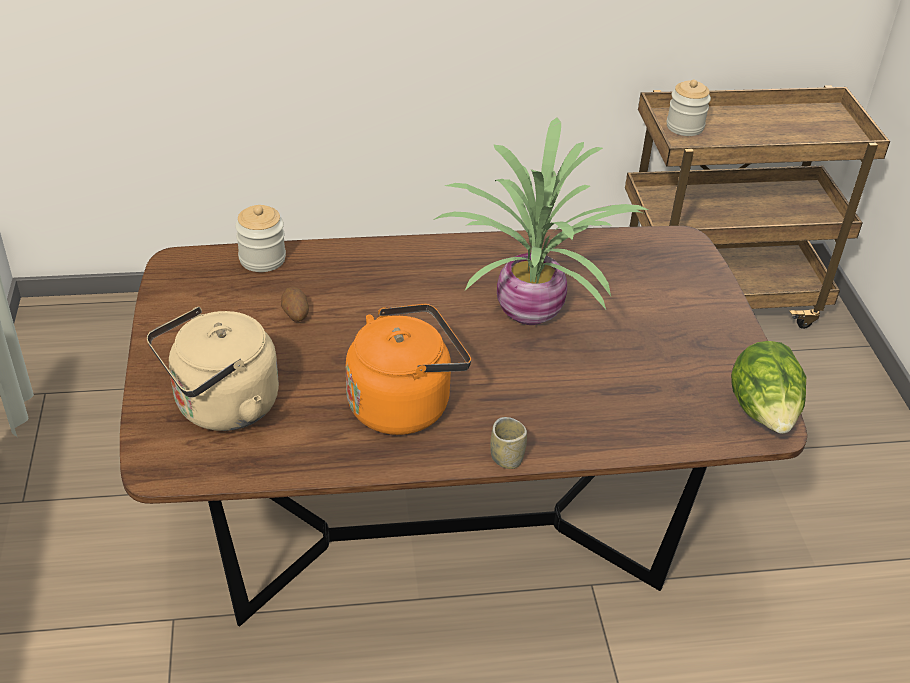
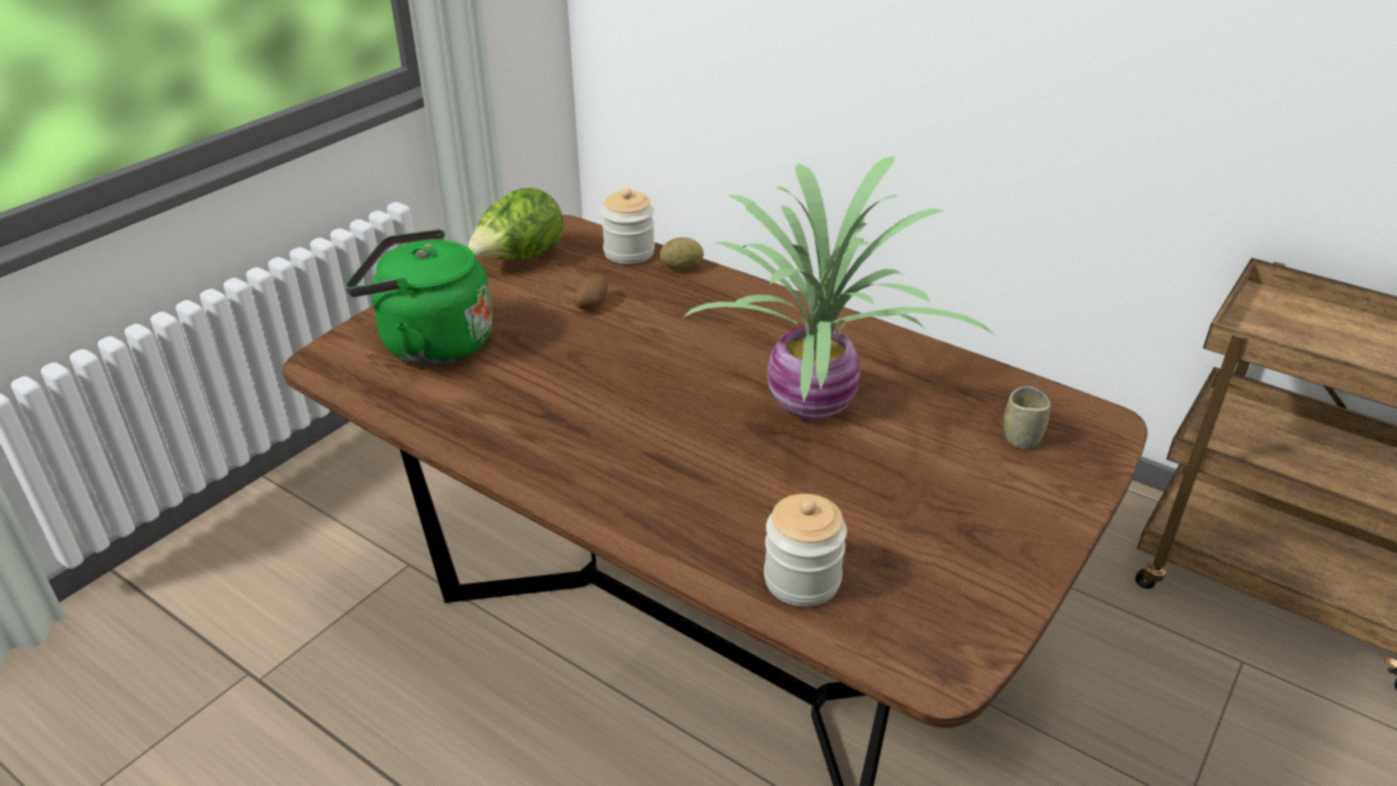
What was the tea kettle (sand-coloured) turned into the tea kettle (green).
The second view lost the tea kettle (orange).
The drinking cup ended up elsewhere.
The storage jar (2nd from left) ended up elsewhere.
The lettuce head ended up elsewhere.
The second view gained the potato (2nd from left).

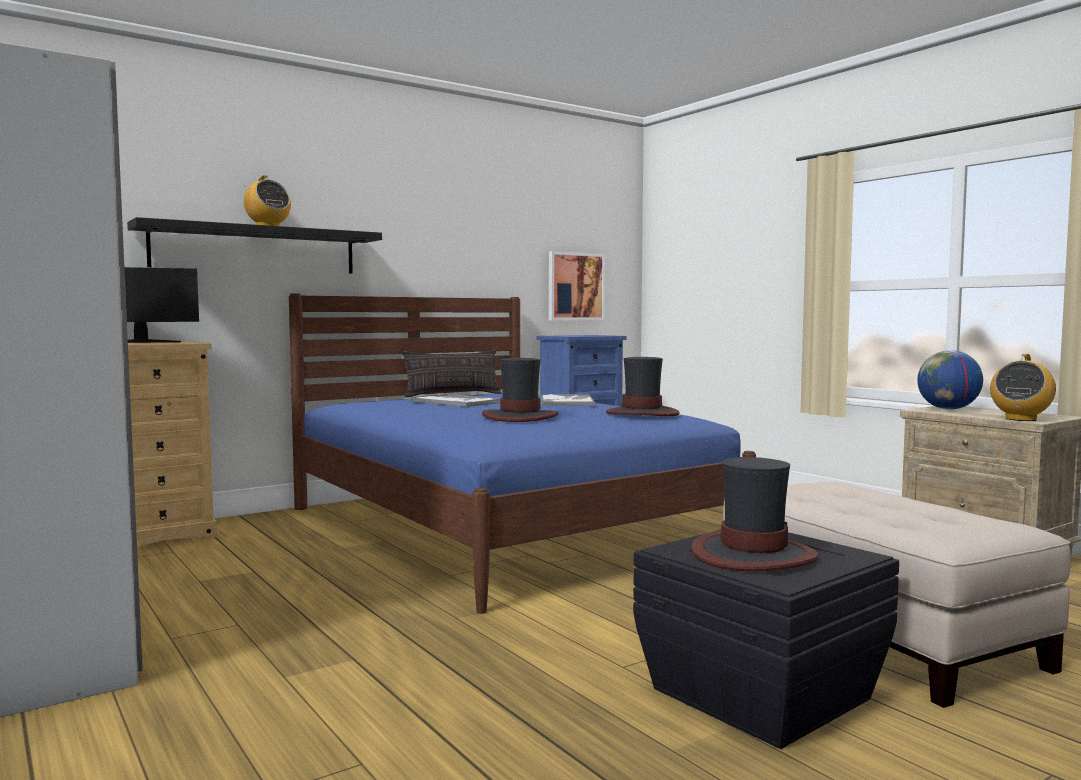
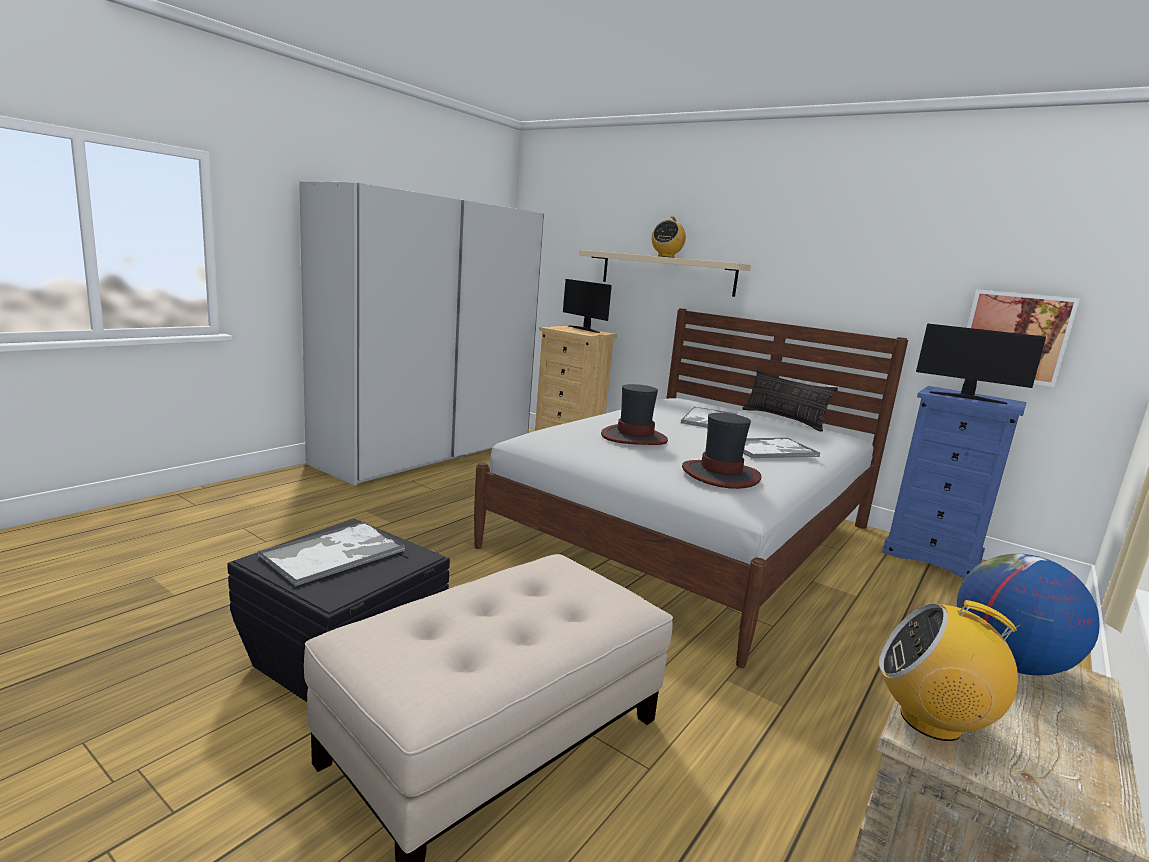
What was the bracket shelf (blackish) turned into the bracket shelf (sand-coloured).
What was the sleeping bed (blue) turned into the sleeping bed (whitish).
Where the wearable hat (3rd from left) stood, the tray (1st from left) came to stand.
The second view gained the monitor (2nd from left).

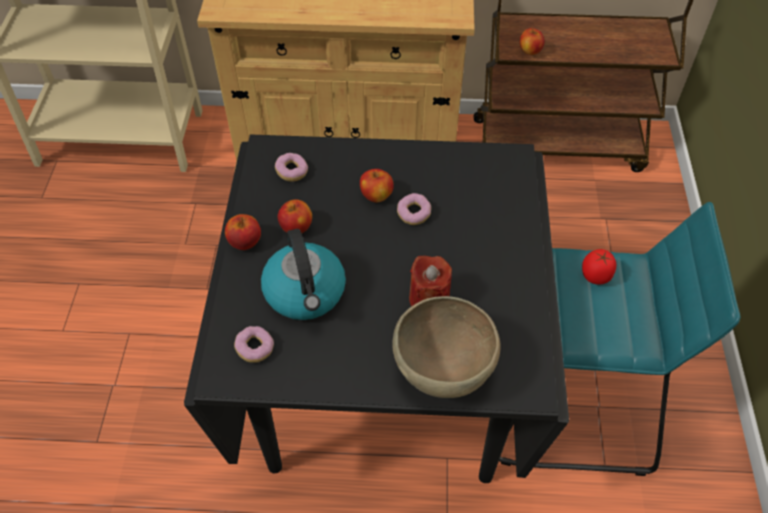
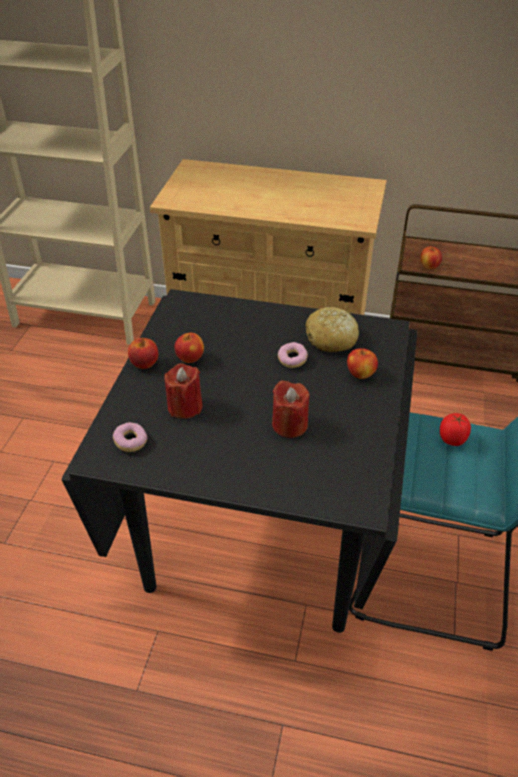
Where the tea kettle stood, the wax candle (red) (1st from left) came to stand.
The second view lost the donut (2nd from left).
The apple fruit (3rd from left) ended up elsewhere.
The second view lost the bowl (brownish).
The second view gained the bakery bread.

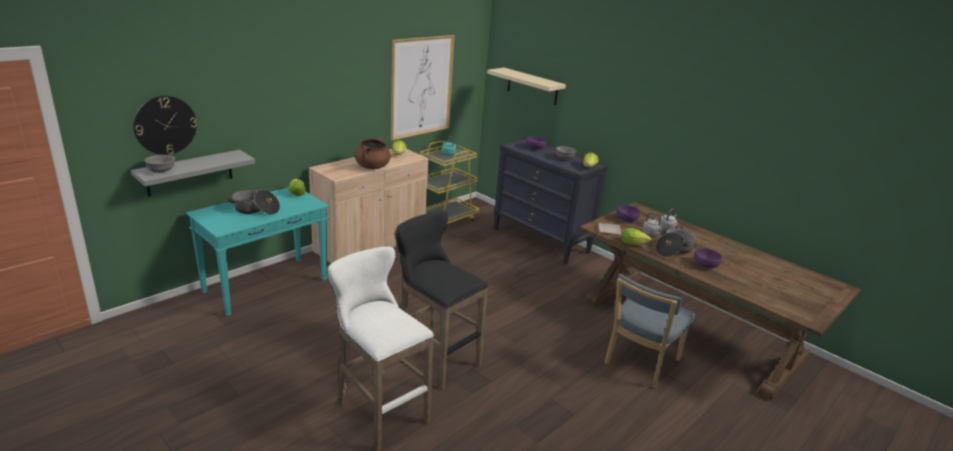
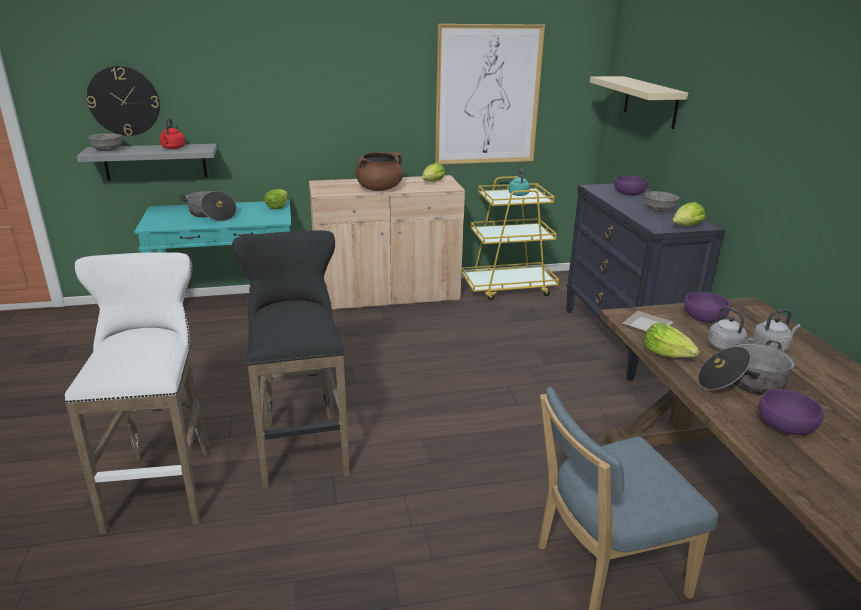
The second view gained the tea kettle (red).

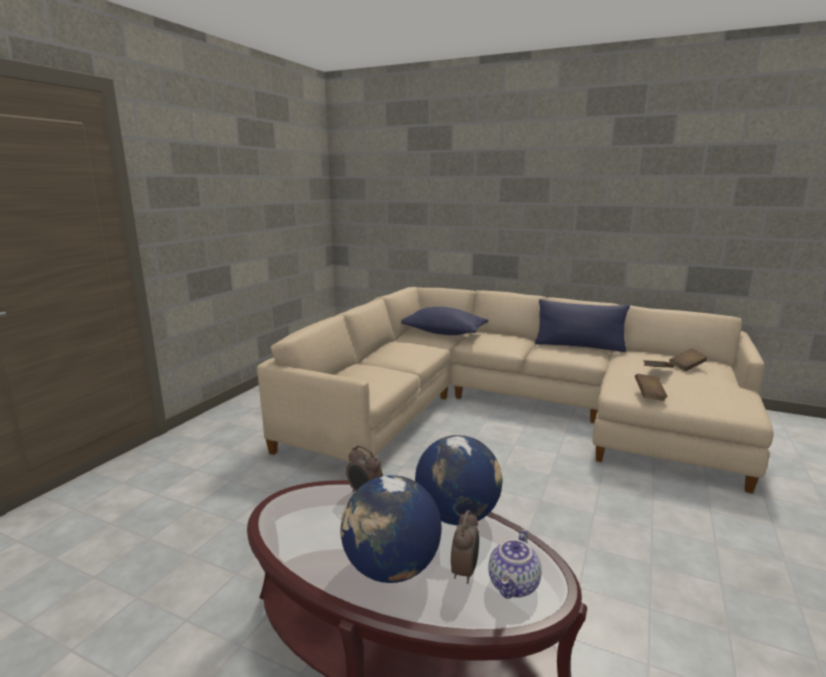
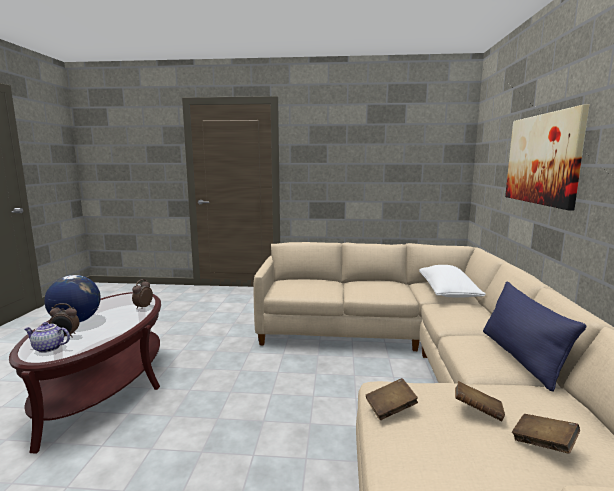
What was the pillow (blue) (1st from left) turned into the pillow (whitish).
The second view lost the globe (2nd from left).
The second view gained the picture.

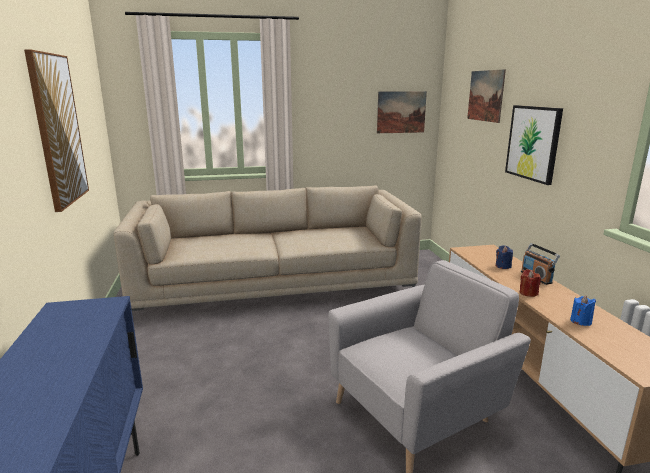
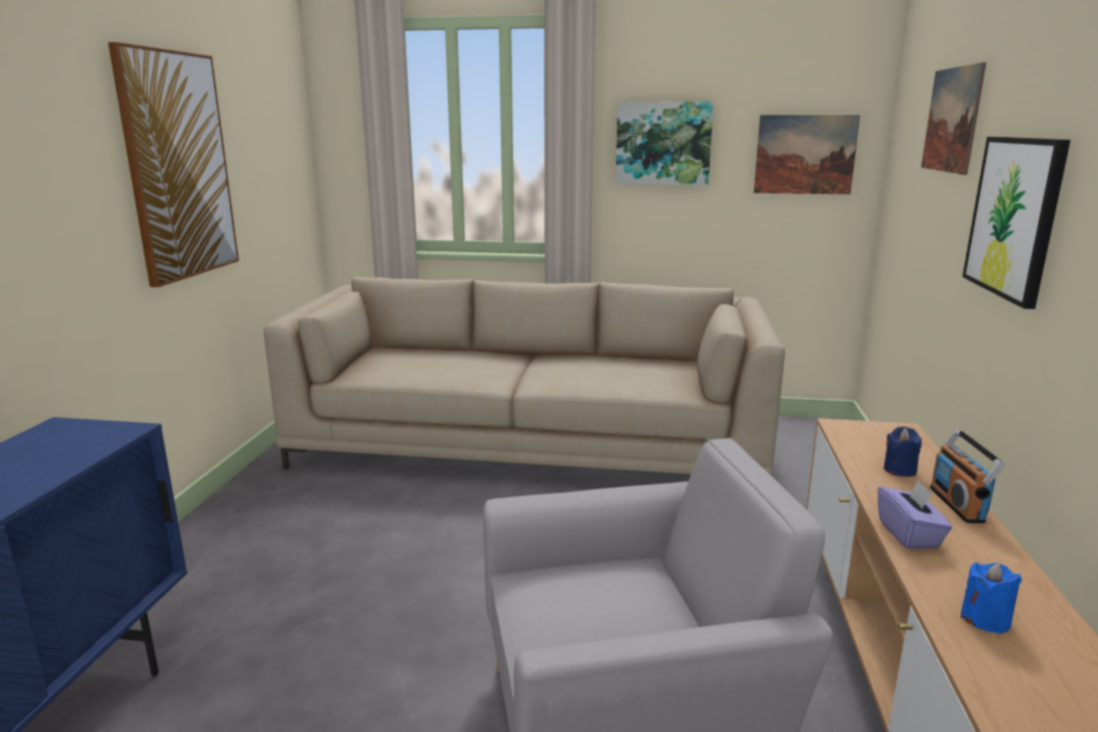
Where the wax candle (red) stood, the tissue box (purple) came to stand.
The second view gained the picture (2nd from left).

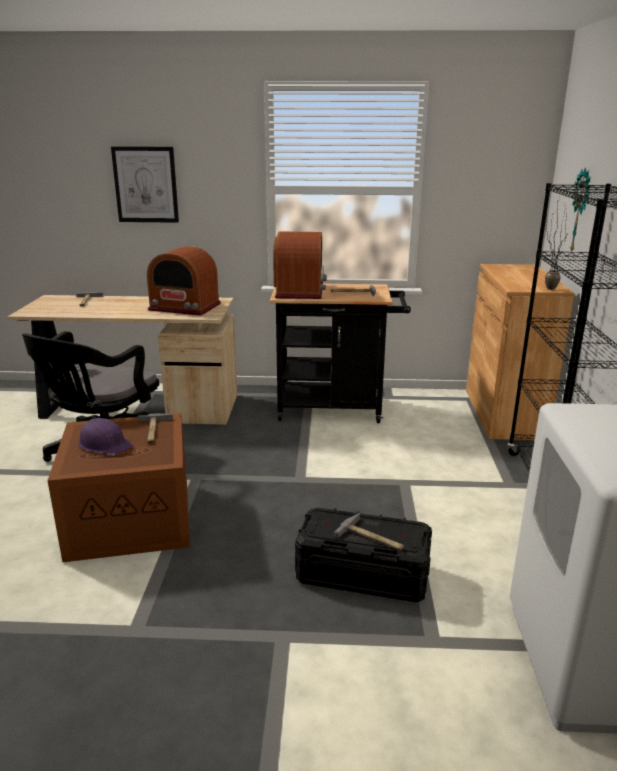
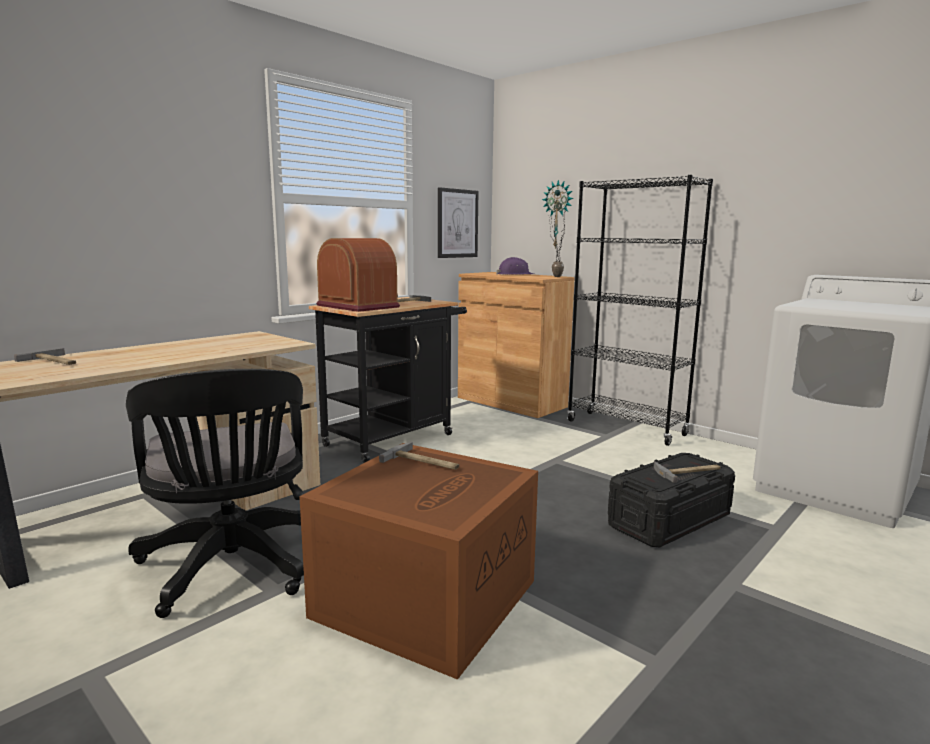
The work helmet (purple) ended up elsewhere.
The picture ended up elsewhere.
The second view lost the radio receiver (1st from left).

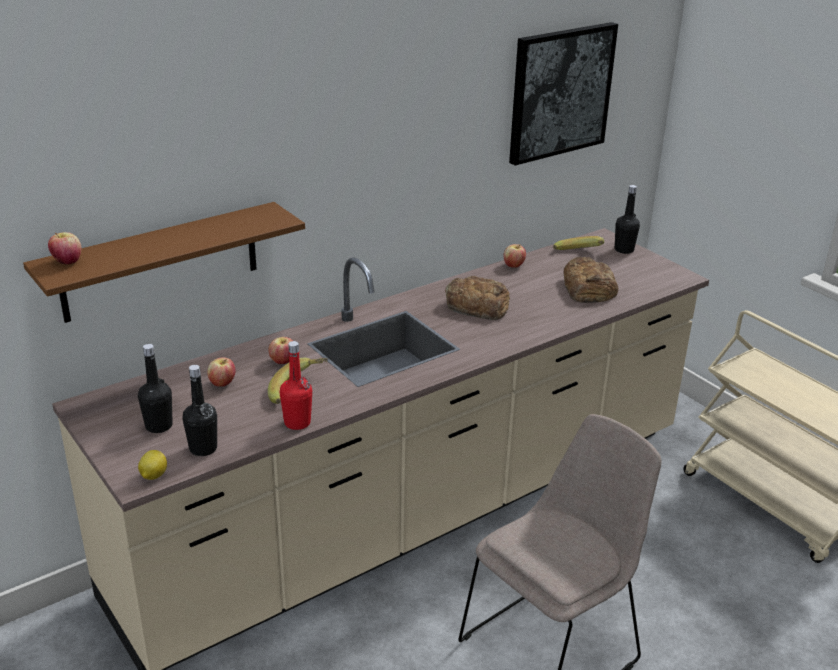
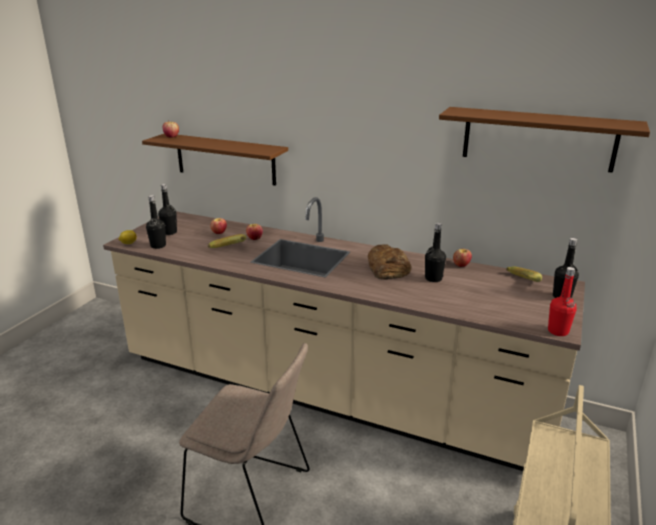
The beverage bottle (red) ended up elsewhere.
Where the picture hung, the bracket shelf (brownish) (2nd from left) came to hang.
The second view lost the bakery bread (2nd from left).
The second view gained the beverage bottle (blackish) (3rd from left).

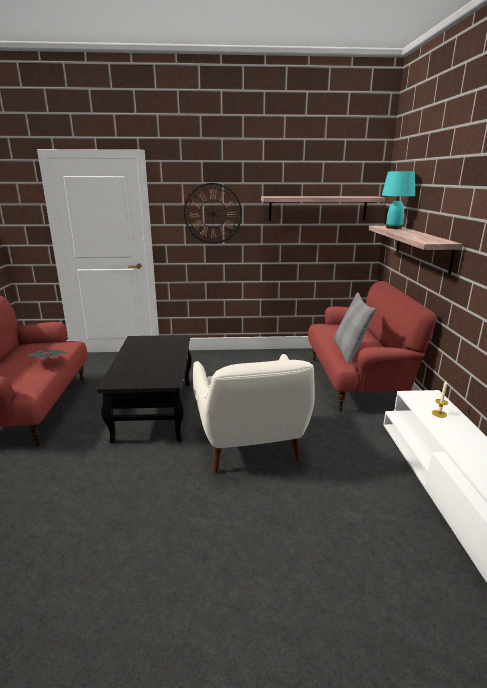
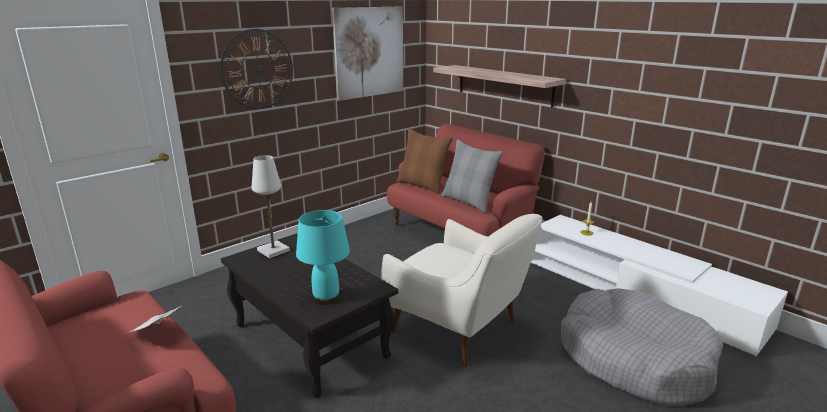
Where the bracket shelf (1st from left) hung, the picture came to hang.
The tabletop lamp (turquoise-coloured) ended up elsewhere.
The second view gained the tabletop lamp (whitish).
The second view gained the pillow (brownish).
The second view gained the dog bed (gray).

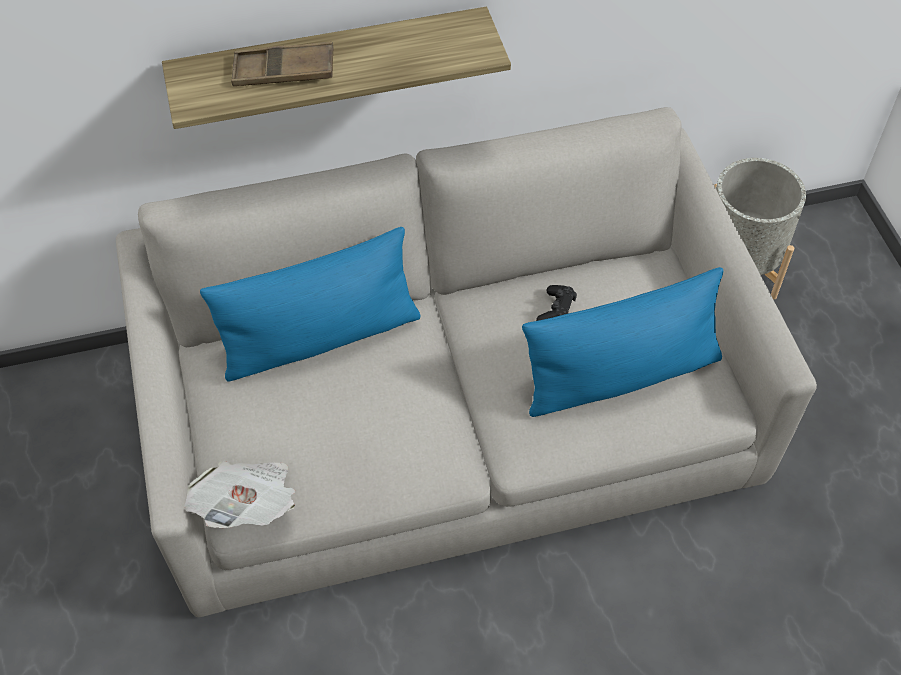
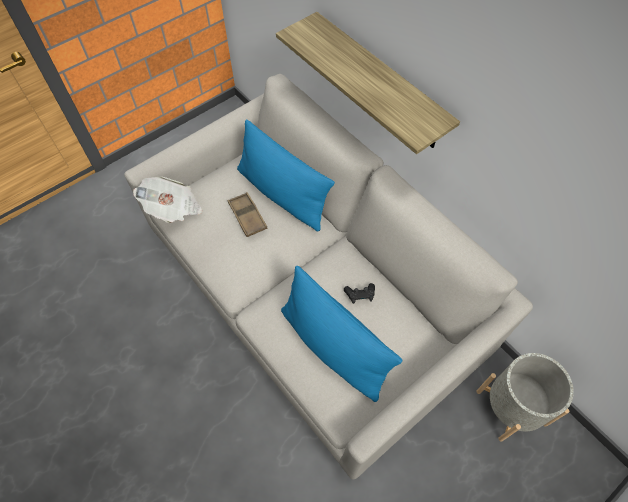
The tray (brownish) ended up elsewhere.

